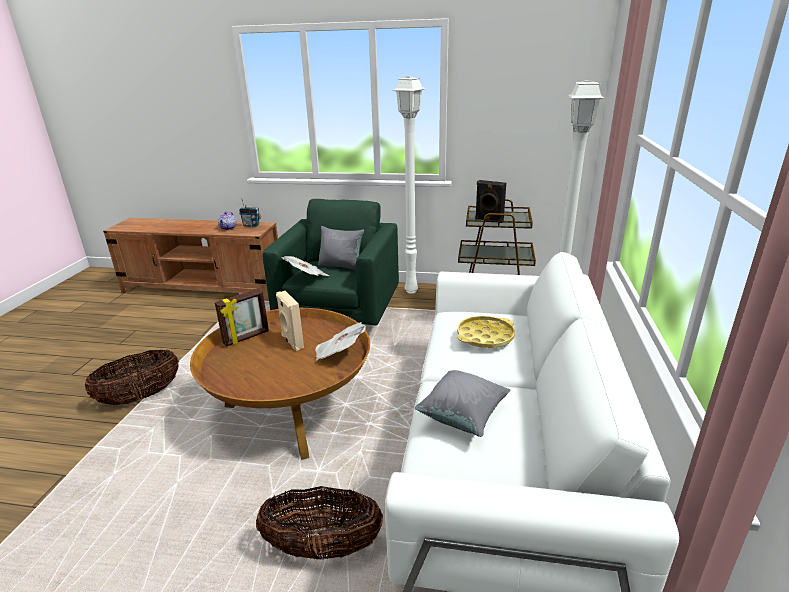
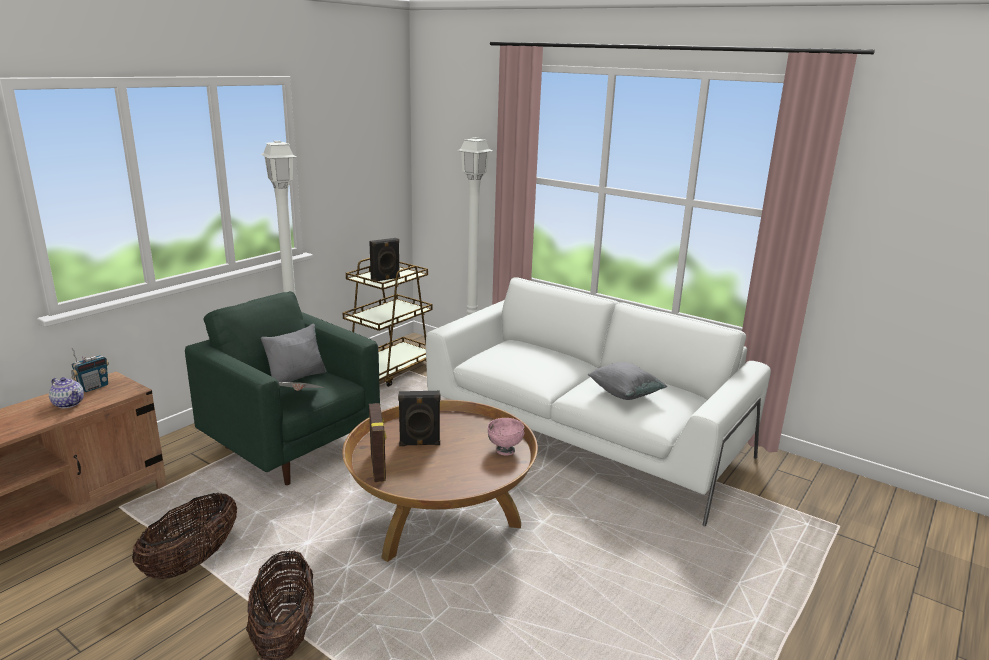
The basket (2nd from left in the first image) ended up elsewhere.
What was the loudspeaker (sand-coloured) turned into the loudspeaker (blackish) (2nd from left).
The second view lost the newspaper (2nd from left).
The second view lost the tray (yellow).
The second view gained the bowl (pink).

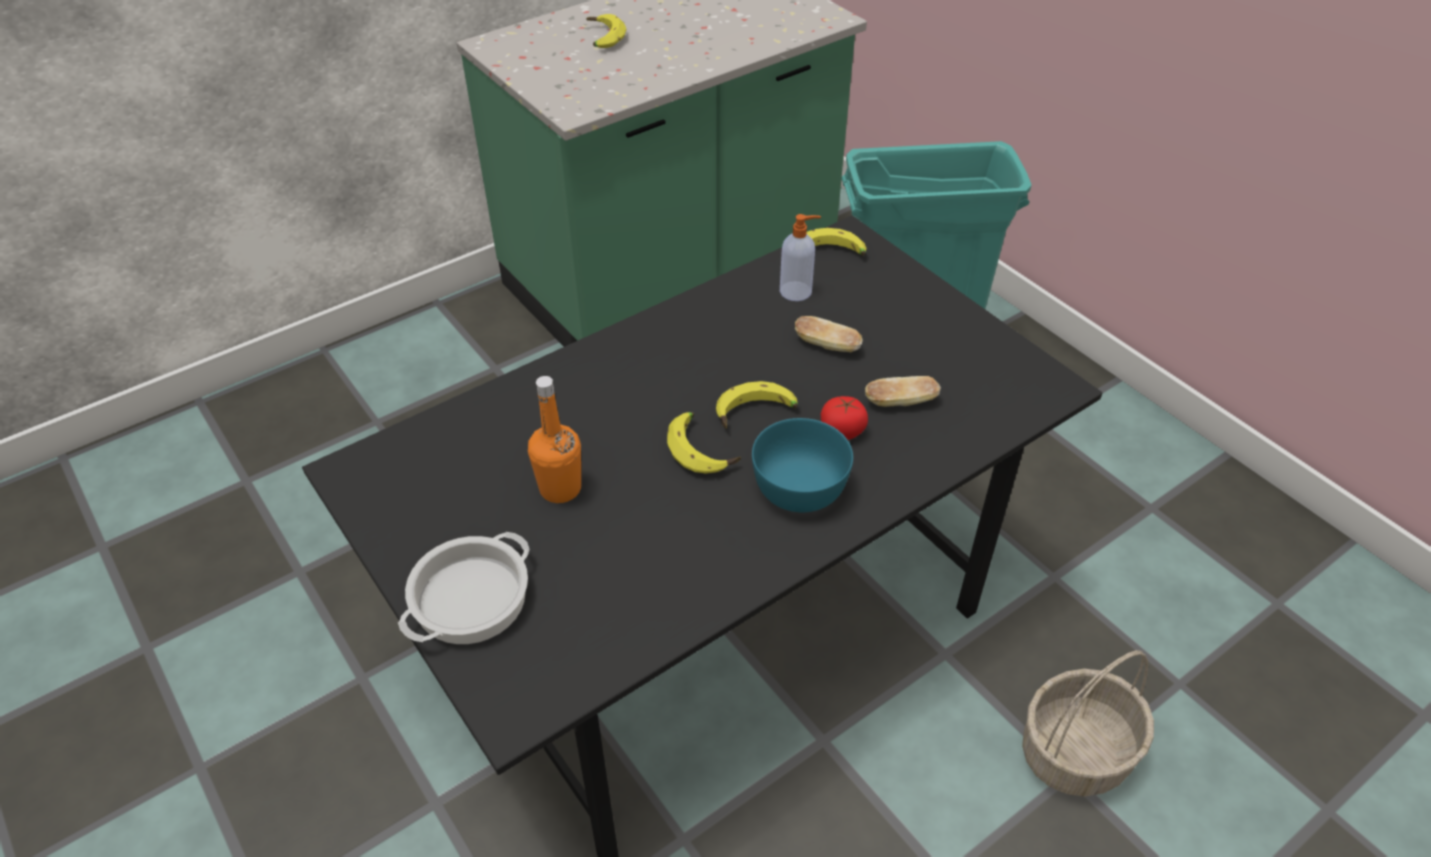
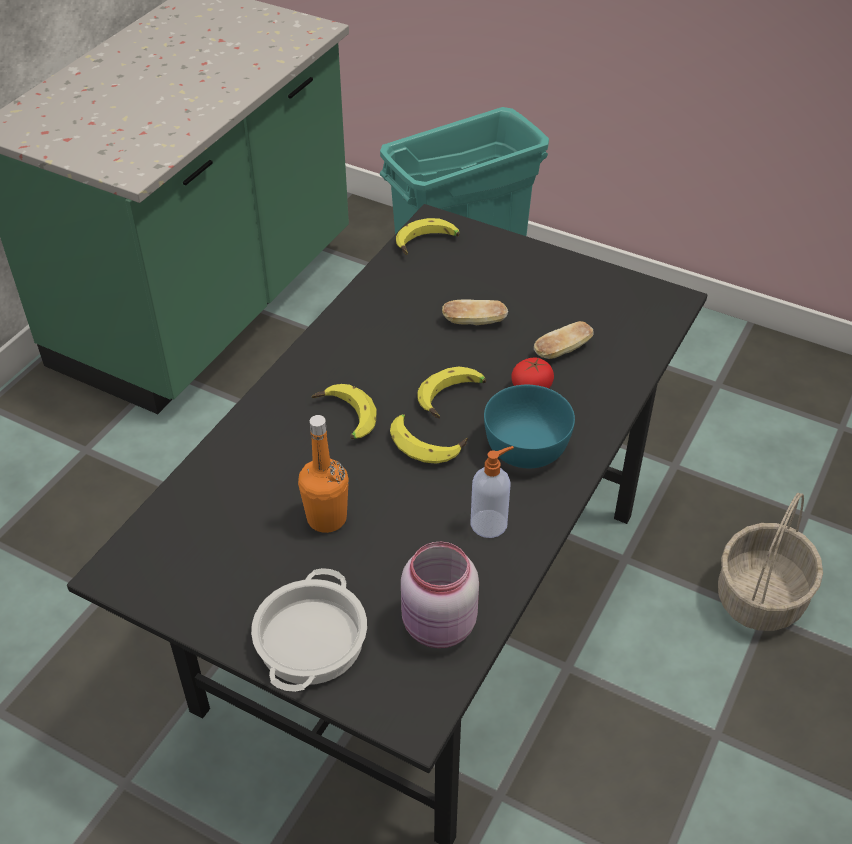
The banana (1st from left) ended up elsewhere.
The soap dispenser ended up elsewhere.
The second view gained the storage jar (pink).

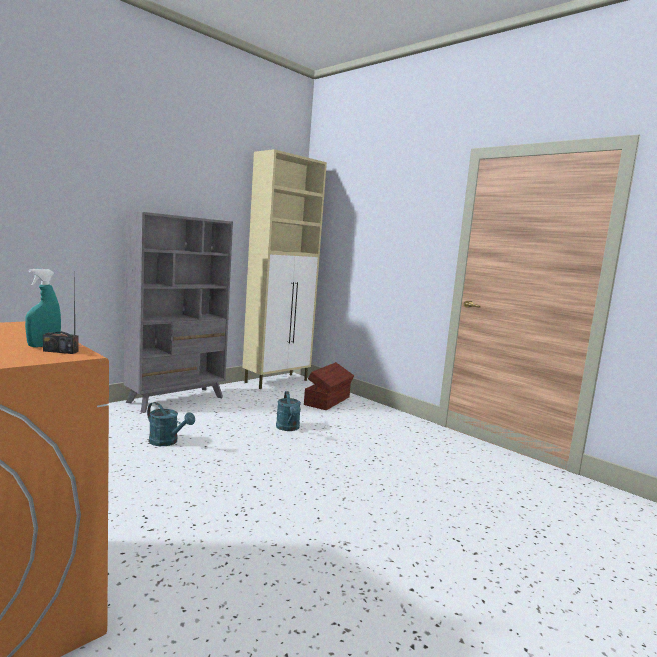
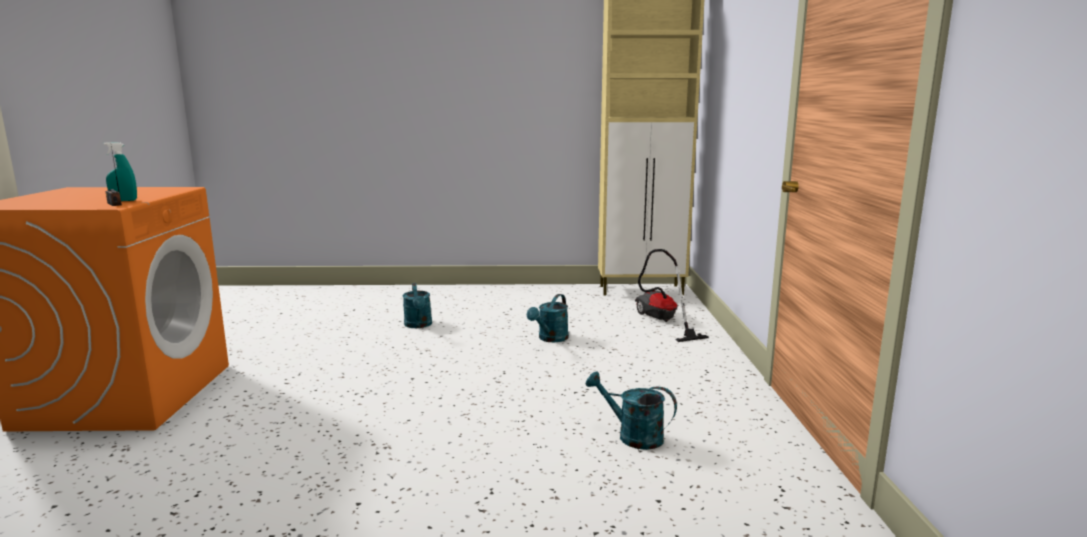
The second view lost the bookcase (gray).
Where the storage bin (brownish) stood, the vacuum came to stand.
The second view gained the sprinkling can (turquoise-coloured) (3rd from left).

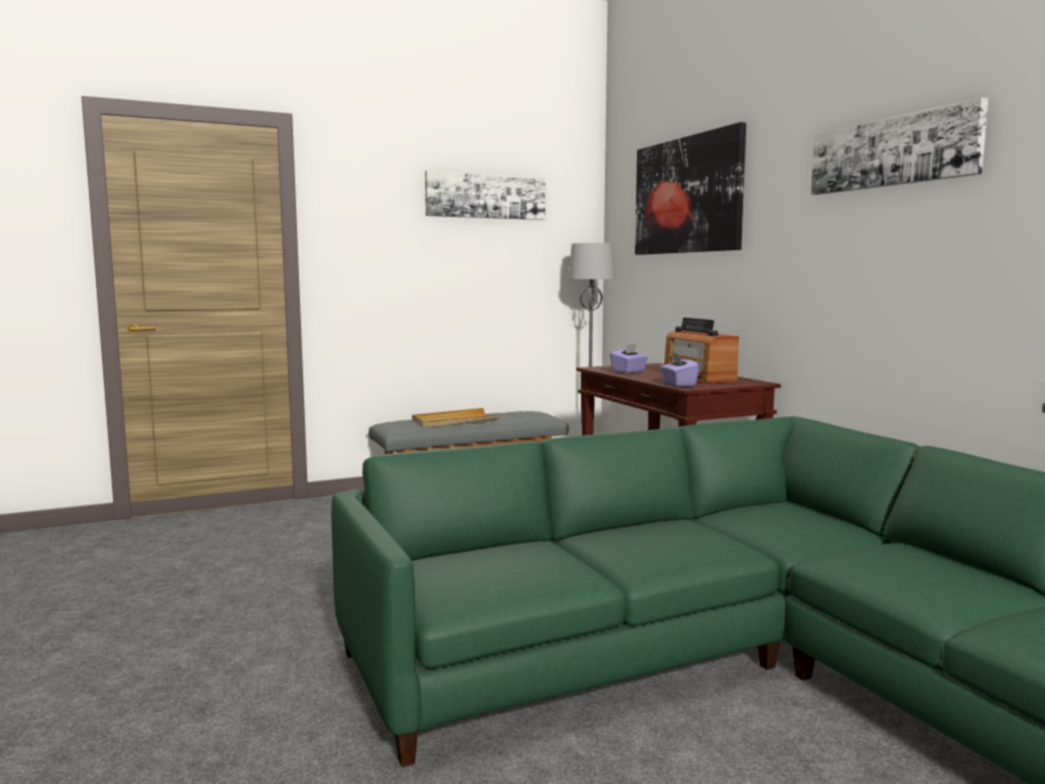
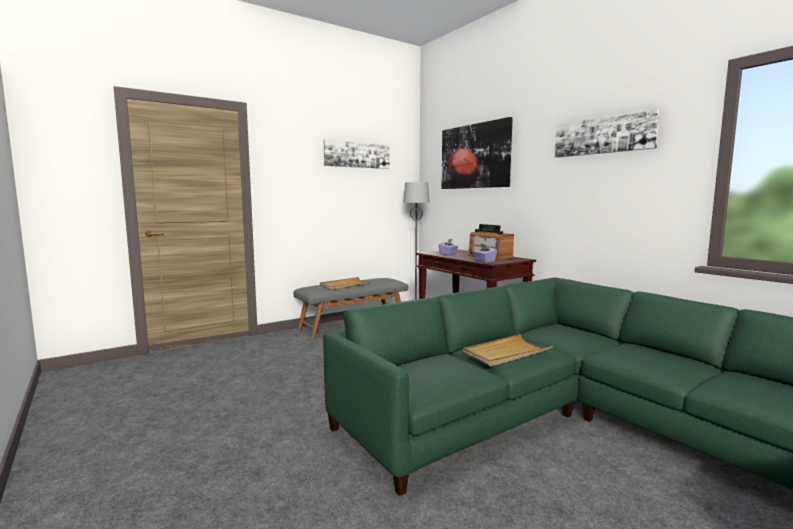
The second view gained the tray (sand-coloured) (2nd from left).

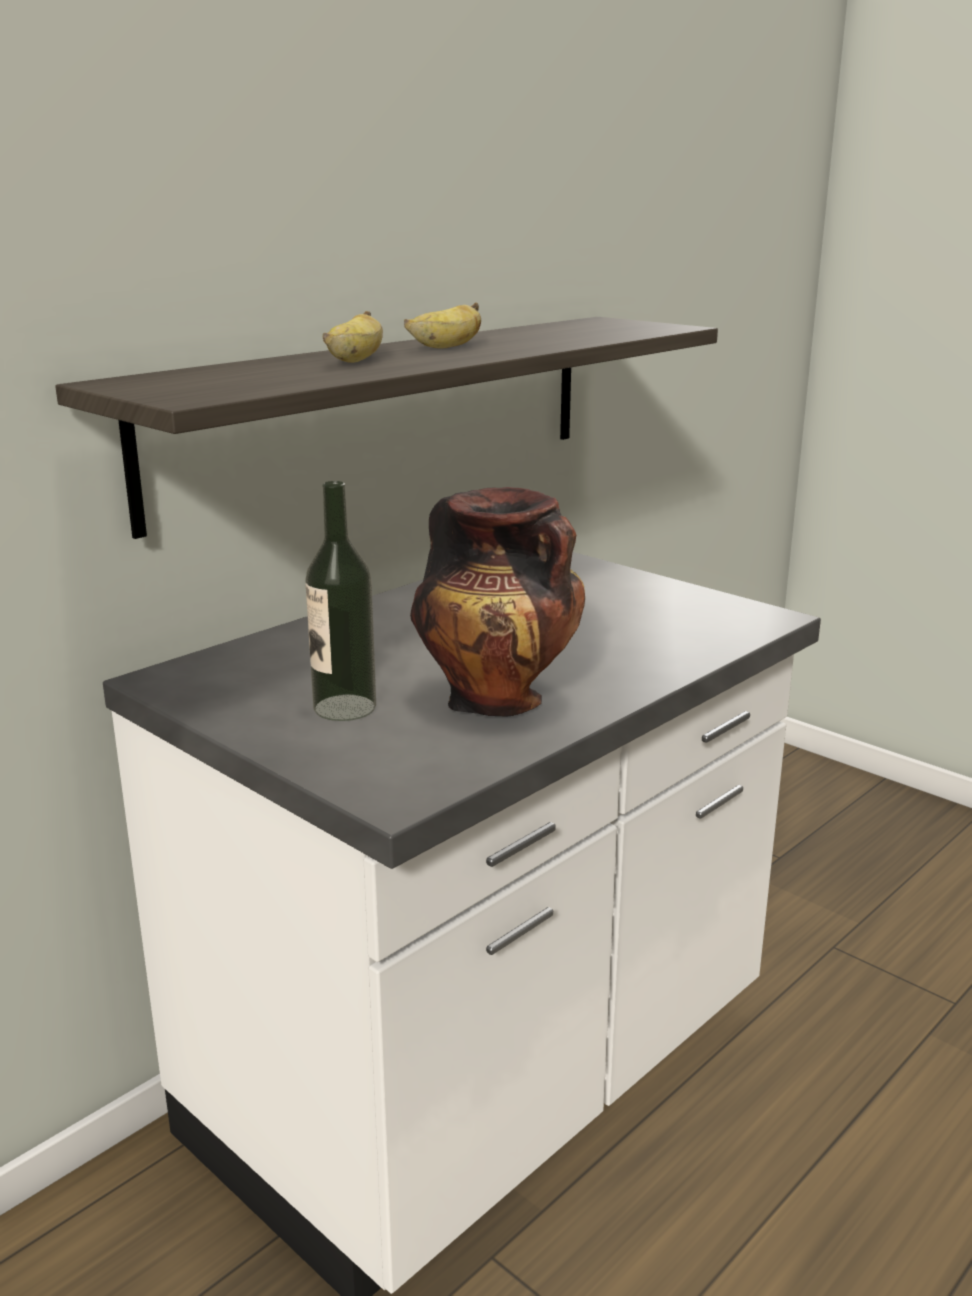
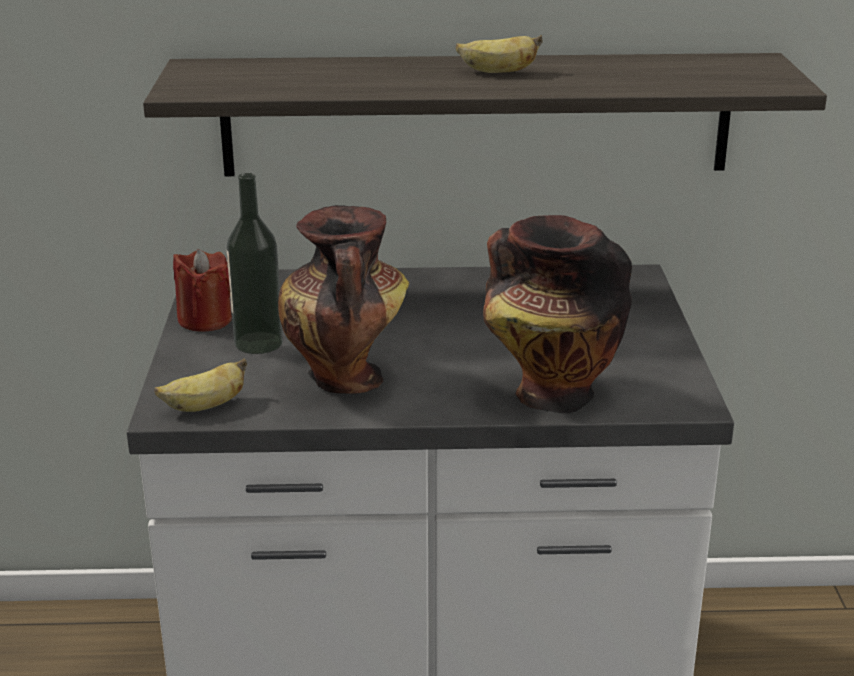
The banana (1st from left) ended up elsewhere.
The second view gained the wax candle (red).
The second view gained the decorative vase (2nd from left).

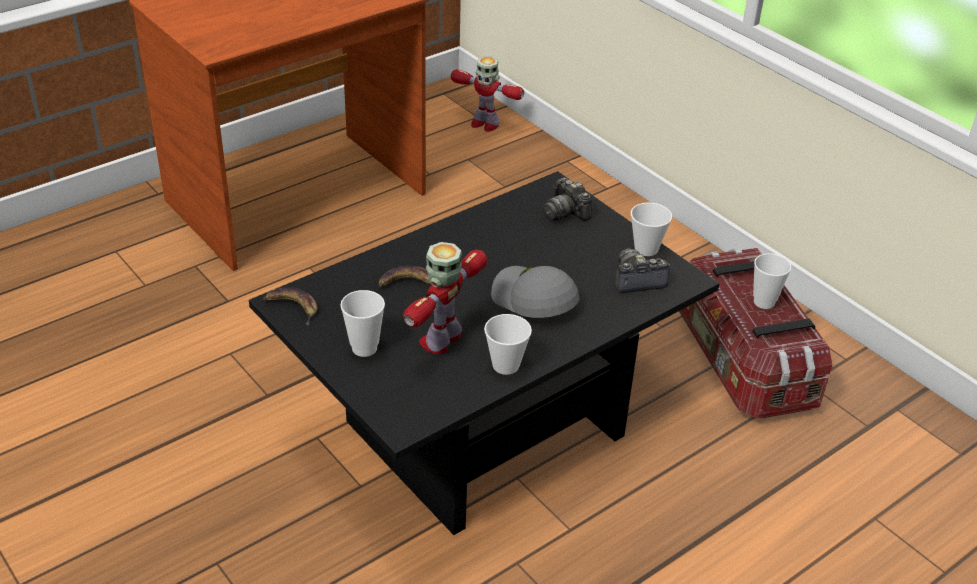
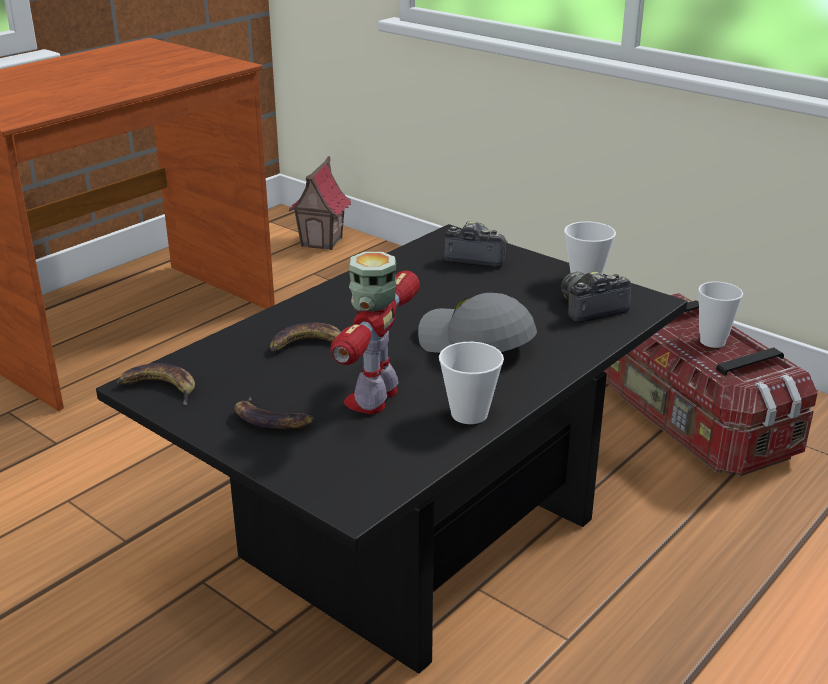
Where the drinking cup (1st from left) stood, the banana (2nd from left) came to stand.
Where the robot figure (2nd from left) stood, the toy house came to stand.
The still camera (1st from left) ended up facing another way, 150 degrees clockwise from before.

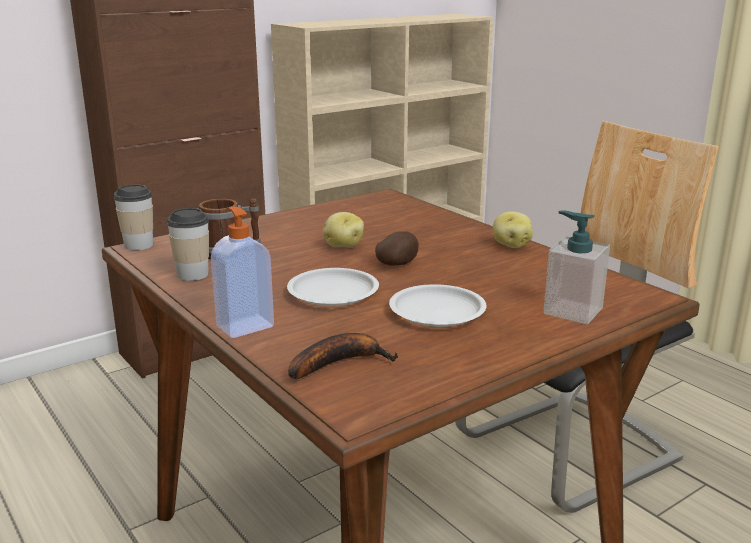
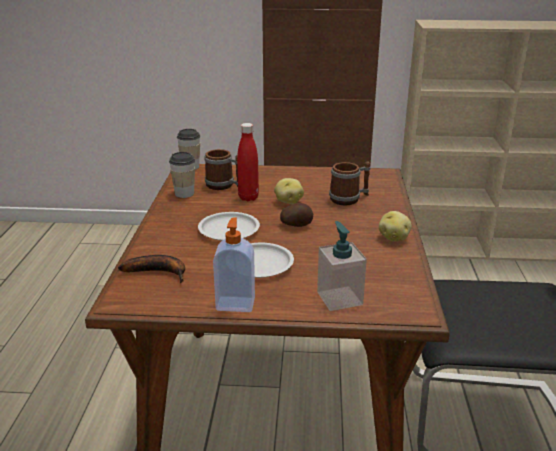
The soap dispenser (1st from left) ended up elsewhere.
The second view gained the beverage bottle (red).
The second view gained the coffee mug (2nd from left).

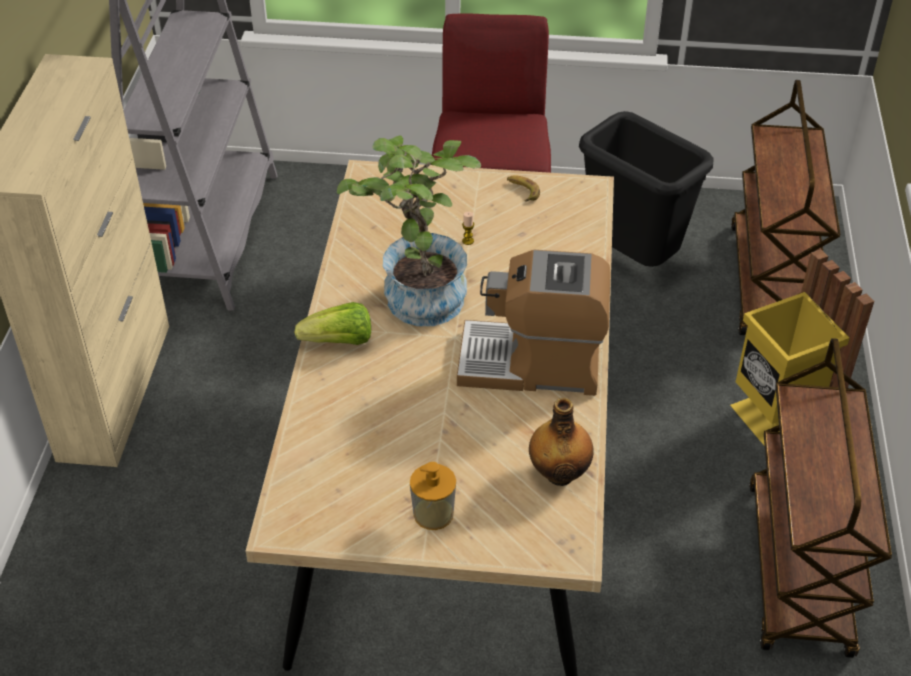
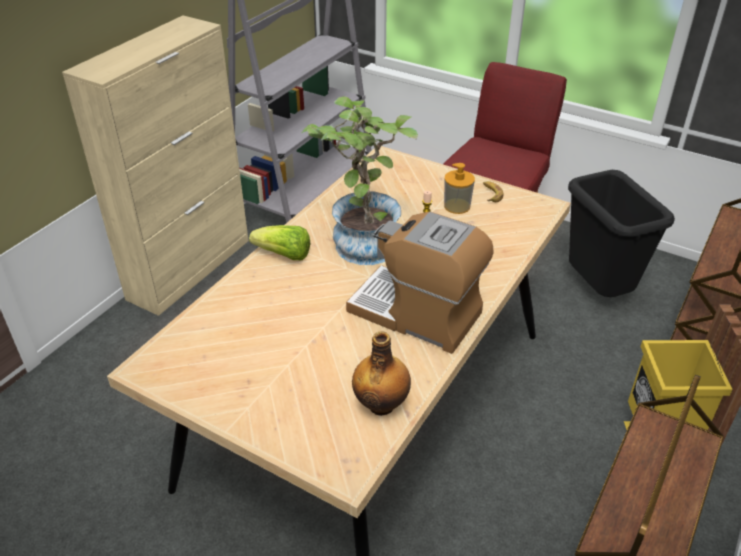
The soap dispenser ended up elsewhere.

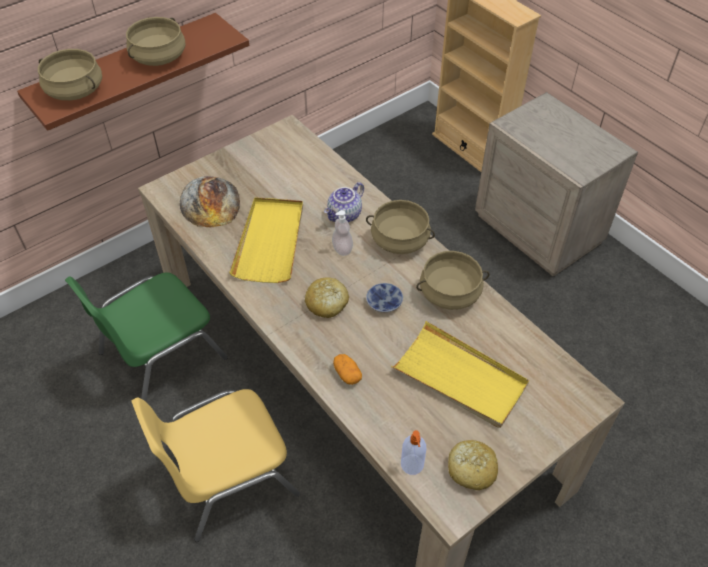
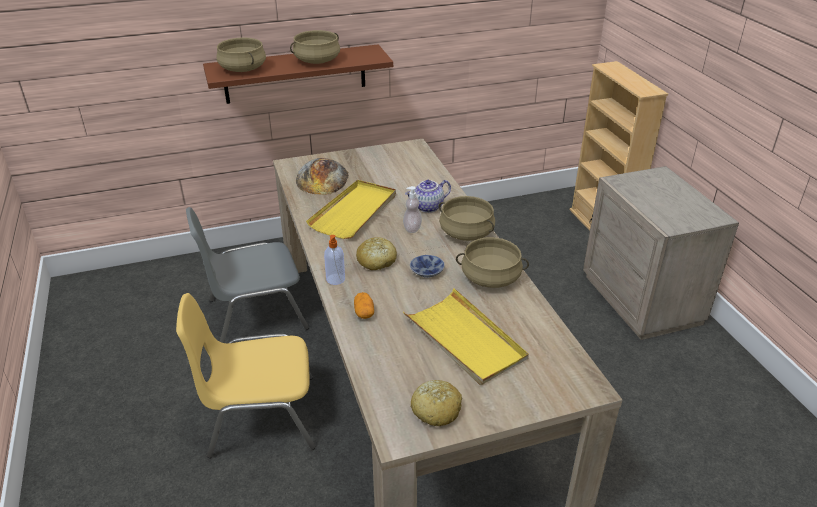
What was the plain chair (green) turned into the plain chair (gray).
The soap dispenser (2nd from left in the first image) ended up elsewhere.

